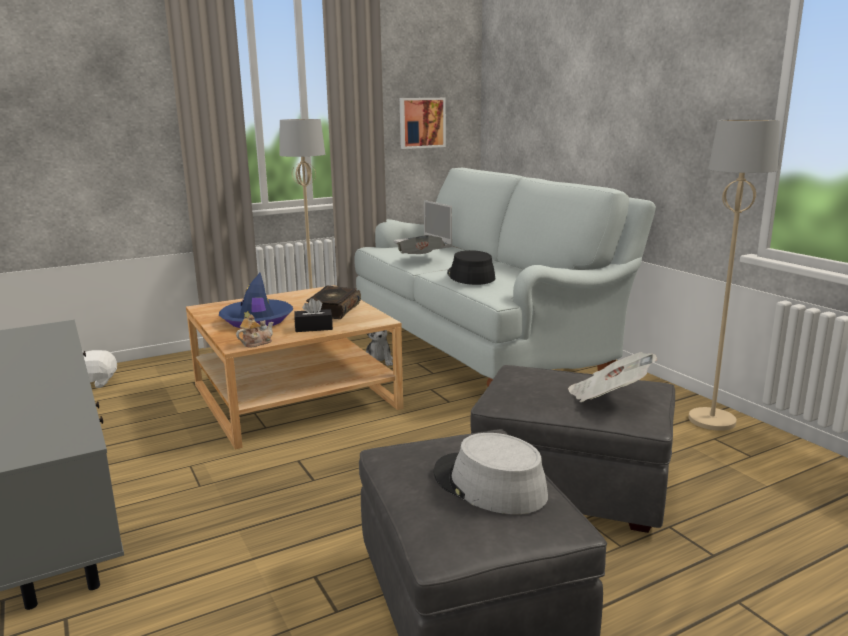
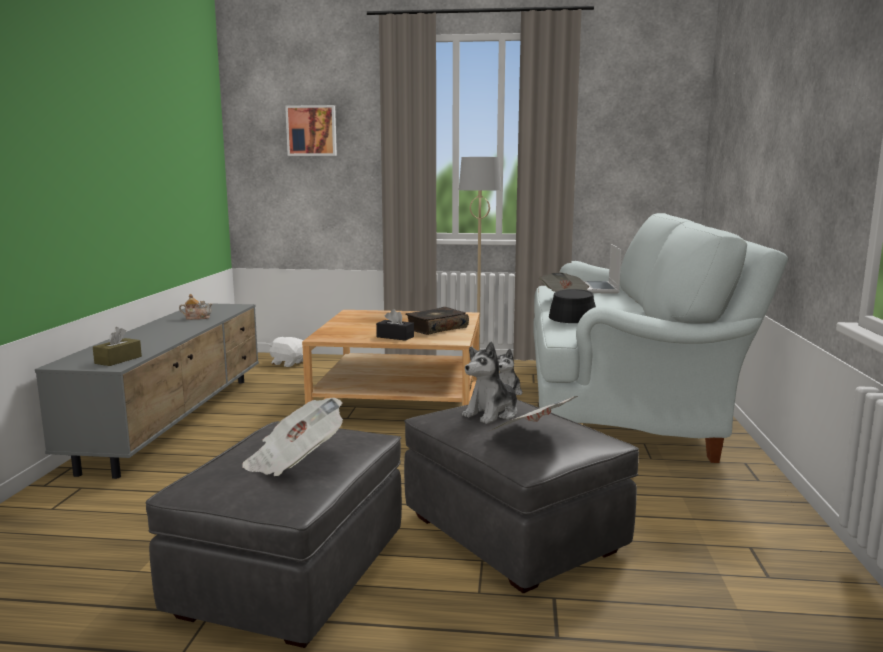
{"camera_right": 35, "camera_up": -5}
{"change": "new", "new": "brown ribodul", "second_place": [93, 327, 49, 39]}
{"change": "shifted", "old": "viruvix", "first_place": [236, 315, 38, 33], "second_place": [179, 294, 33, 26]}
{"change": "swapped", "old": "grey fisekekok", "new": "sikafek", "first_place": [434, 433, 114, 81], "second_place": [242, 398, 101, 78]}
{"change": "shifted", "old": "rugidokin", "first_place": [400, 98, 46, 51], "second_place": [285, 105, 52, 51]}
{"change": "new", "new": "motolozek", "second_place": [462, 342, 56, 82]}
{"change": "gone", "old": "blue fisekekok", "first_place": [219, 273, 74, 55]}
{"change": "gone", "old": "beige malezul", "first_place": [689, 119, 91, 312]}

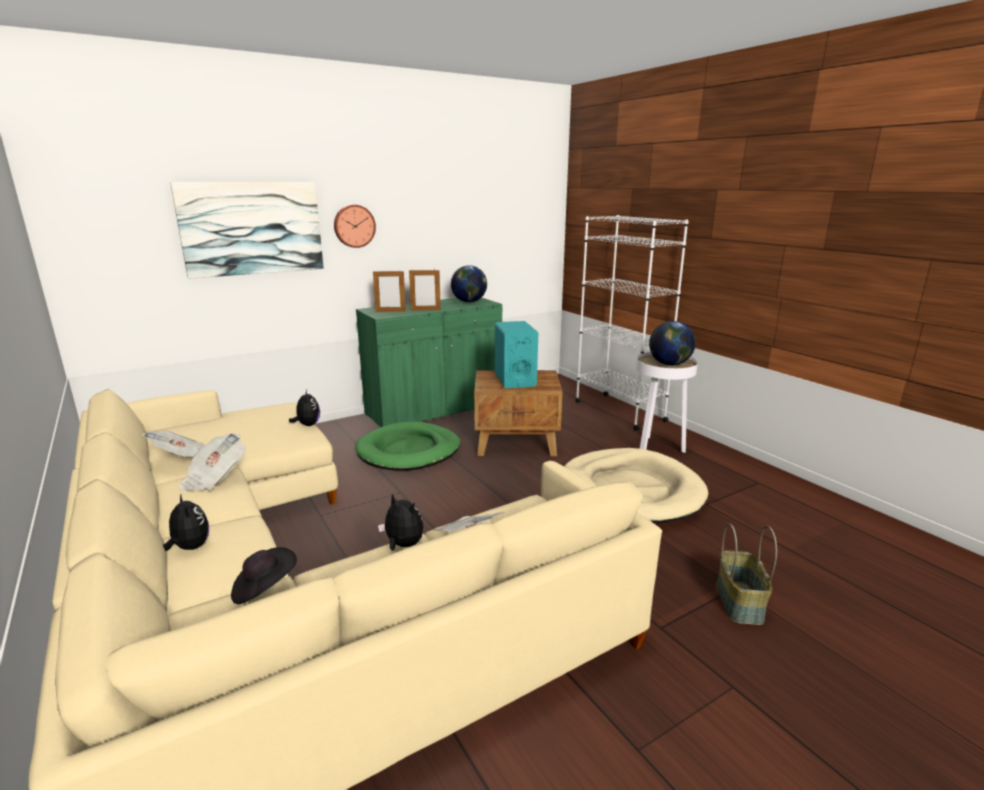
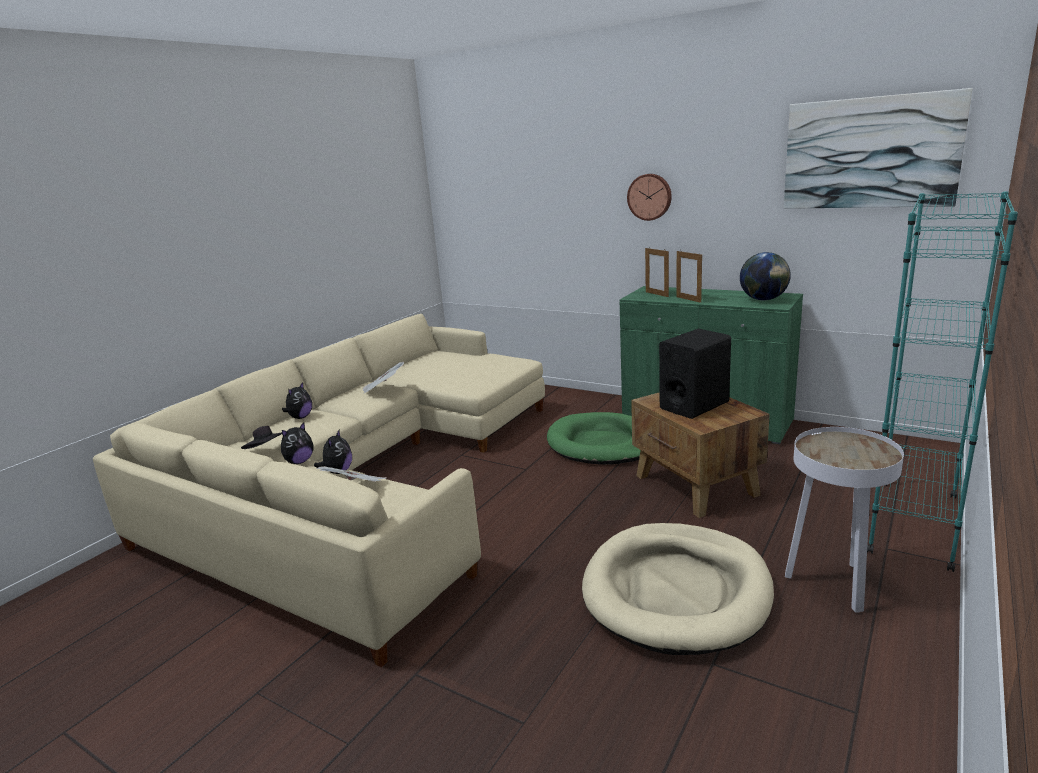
{"camera_right": 65, "camera_up": 0}
{"change": "shifted", "old": "motolozek", "first_place": [289, 390, 31, 36], "second_place": [281, 423, 32, 41]}
{"change": "repainted", "old": "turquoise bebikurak", "new": "black bebikurak", "first_place": [495, 321, 43, 67], "second_place": [659, 329, 72, 90]}
{"change": "shifted", "old": "rugidokin", "first_place": [170, 182, 154, 97], "second_place": [784, 88, 189, 121]}
{"change": "repainted", "old": "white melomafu", "new": "turquoise melomafu", "first_place": [575, 215, 114, 216], "second_place": [867, 191, 151, 381]}
{"change": "gone", "old": "sikafek", "first_place": [142, 431, 63, 26]}
{"change": "gone", "old": "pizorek", "first_place": [649, 321, 47, 44]}
{"change": "gone", "old": "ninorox", "first_place": [717, 523, 60, 102]}

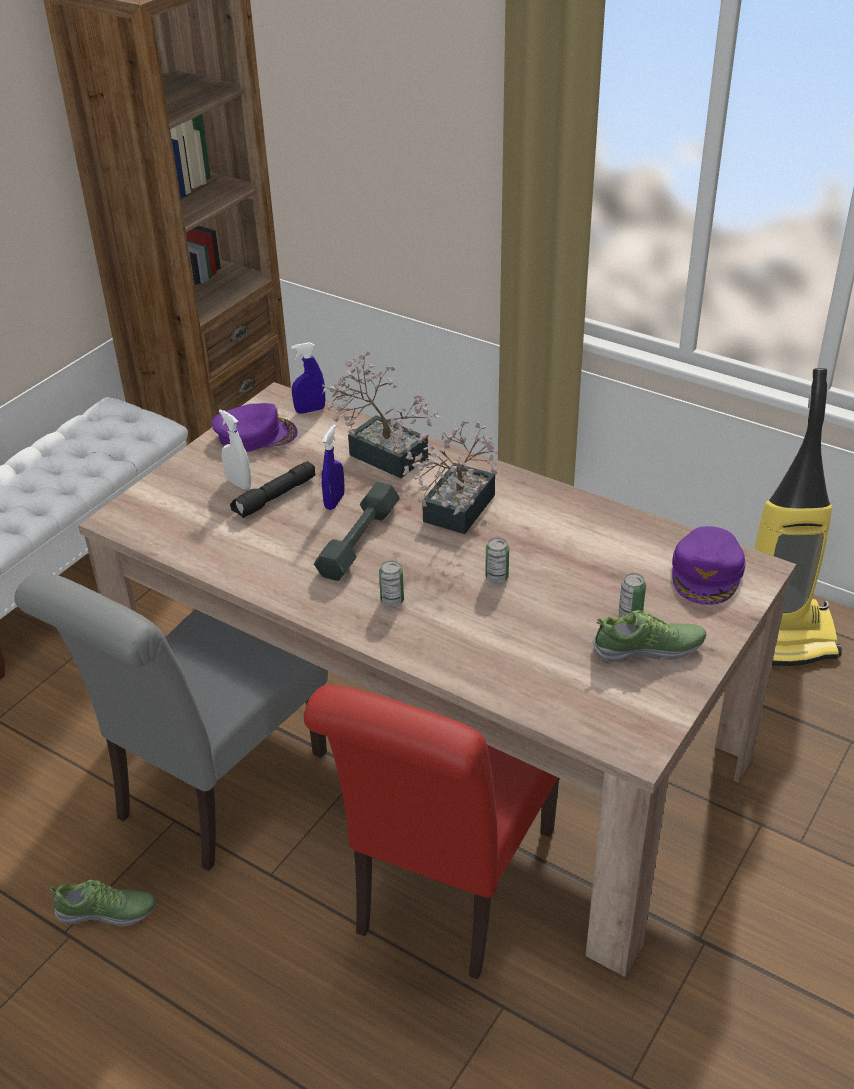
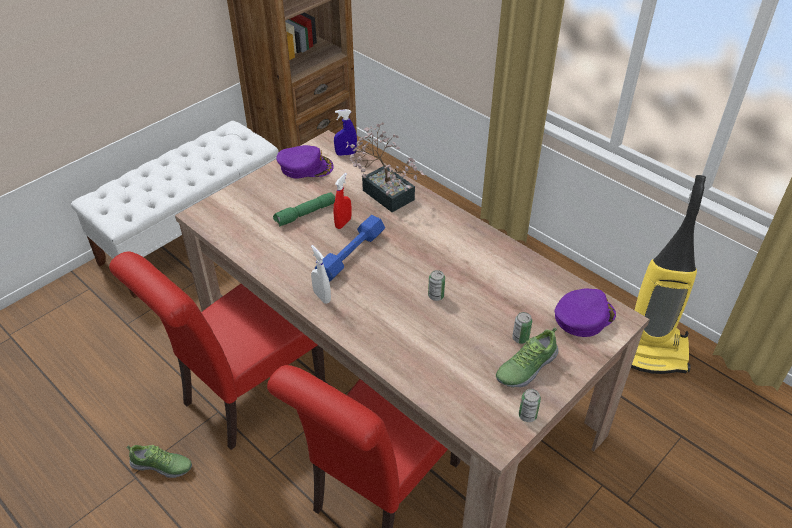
{"camera_right": 10, "camera_up": 5}
{"change": "repainted", "old": "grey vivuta", "new": "red vivuta", "first_place": [14, 572, 314, 299], "second_place": [109, 252, 216, 198]}
{"change": "repainted", "old": "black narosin", "new": "green narosin", "first_place": [230, 461, 85, 57], "second_place": [273, 192, 62, 35]}
{"change": "shifted", "old": "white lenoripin", "first_place": [219, 409, 32, 81], "second_place": [311, 245, 20, 59]}
{"change": "repainted", "old": "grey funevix", "new": "blue funevix", "first_place": [314, 482, 86, 99], "second_place": [315, 215, 70, 67]}
{"change": "repainted", "old": "blue lenoripin", "new": "red lenoripin", "first_place": [322, 425, 23, 85], "second_place": [333, 173, 19, 56]}
{"change": "rotated", "old": "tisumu", "first_place": [592, 610, 114, 53], "second_place": [496, 328, 63, 60], "degrees": 135}
{"change": "shifted", "old": "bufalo", "first_place": [379, 560, 25, 47], "second_place": [519, 389, 22, 33]}
{"change": "rotated", "old": "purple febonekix", "first_place": [672, 526, 73, 79], "second_place": [555, 288, 61, 49], "degrees": -150}
{"change": "gone", "old": "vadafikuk", "first_place": [403, 421, 95, 113]}

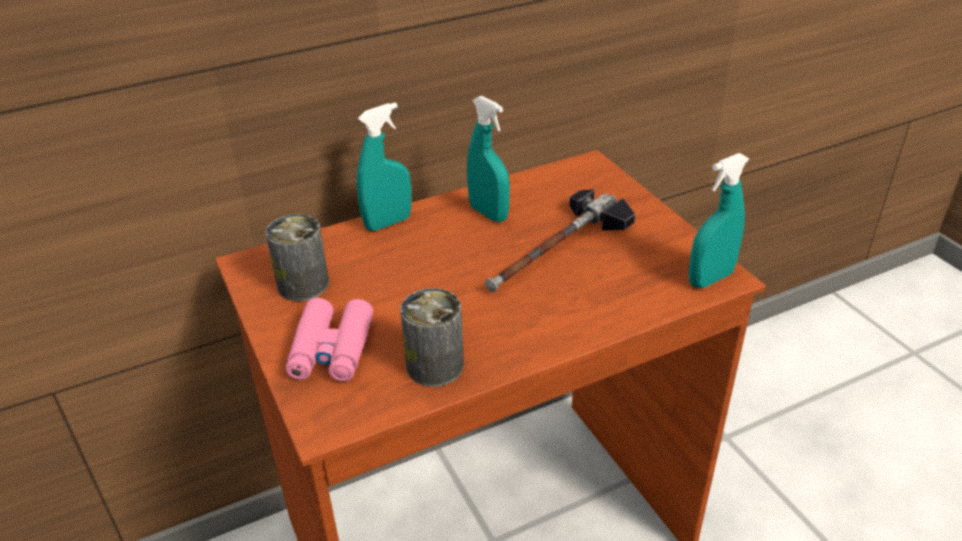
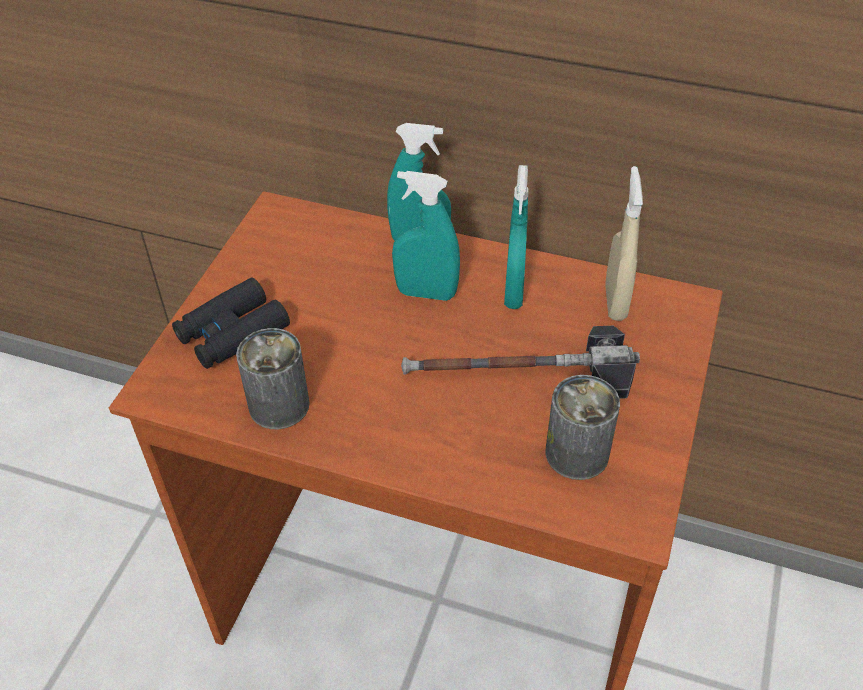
{"camera_right": 45, "camera_up": 10}
{"change": "repainted", "old": "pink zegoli", "new": "black zegoli", "first_place": [285, 298, 88, 84], "second_place": [172, 277, 118, 92]}
{"change": "shifted", "old": "turquoise lenoripin", "first_place": [689, 153, 60, 135], "second_place": [392, 171, 68, 130]}
{"change": "shifted", "old": "bufalo", "first_place": [266, 214, 63, 88], "second_place": [546, 375, 74, 105]}
{"change": "new", "new": "beige lenoripin", "second_place": [605, 166, 38, 155]}

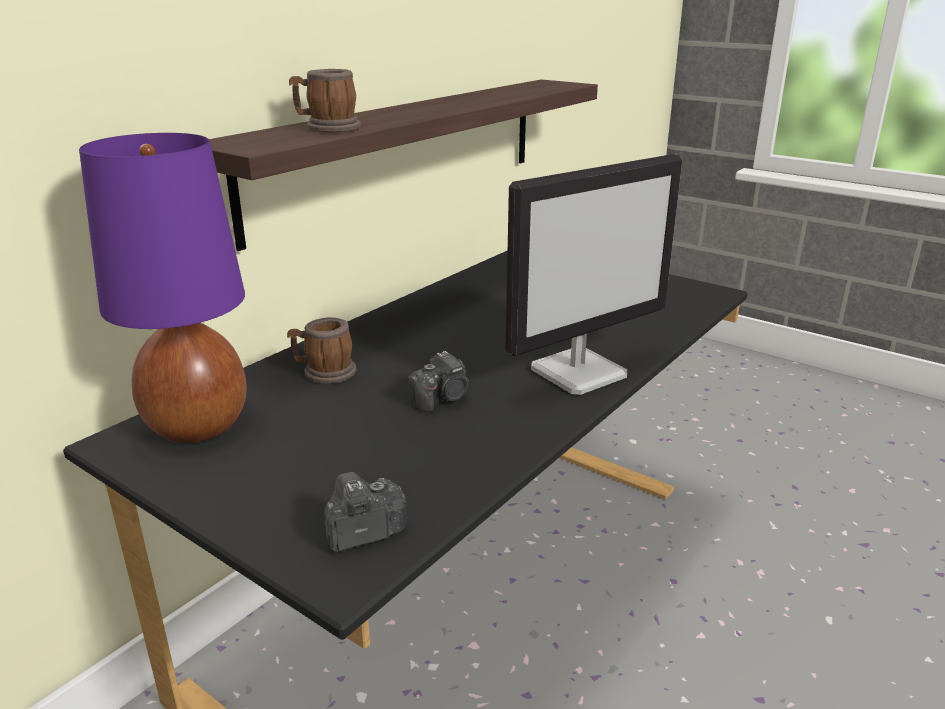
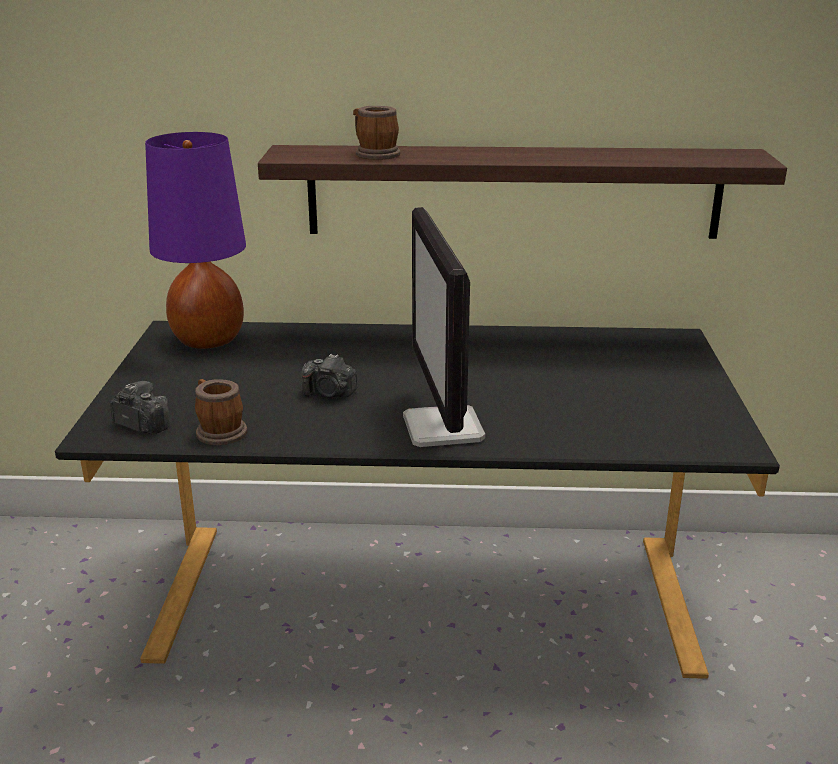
{"camera_right": 55, "camera_up": 0}
{"change": "shifted", "old": "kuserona", "first_place": [287, 317, 70, 67], "second_place": [195, 379, 52, 66]}
{"change": "rotated", "old": "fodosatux", "first_place": [505, 154, 177, 241], "second_place": [403, 207, 82, 240], "degrees": 60}

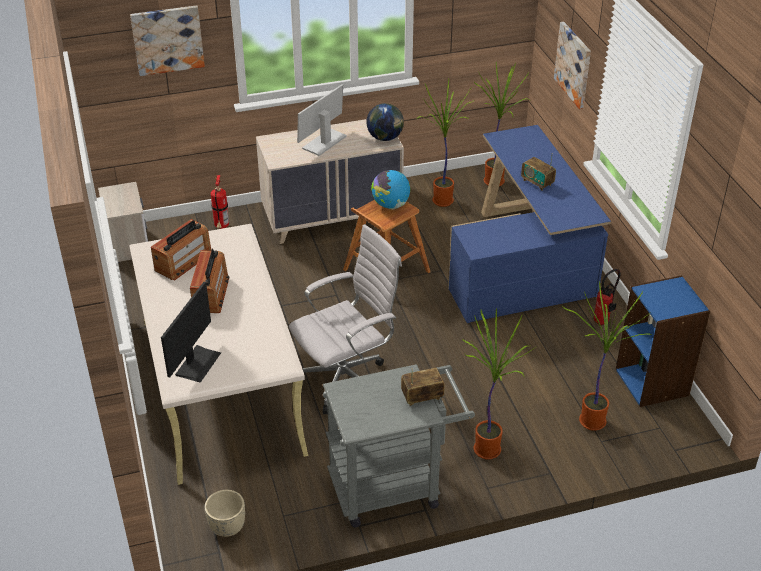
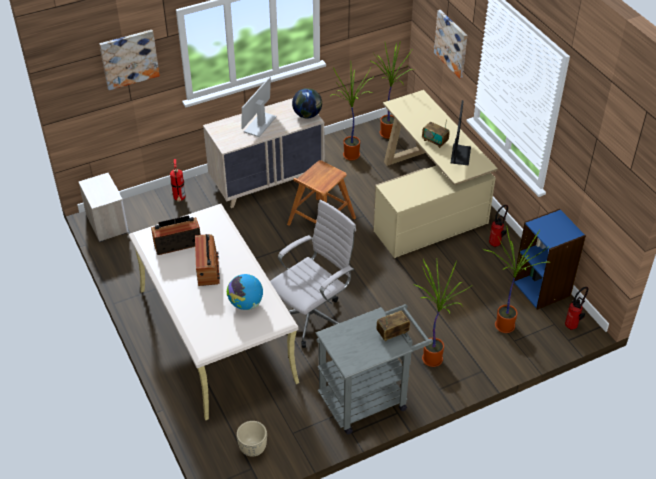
{"camera_right": -10, "camera_up": 5}
{"change": "rotated", "old": "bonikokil", "first_place": [151, 219, 60, 62], "second_place": [151, 215, 50, 40], "degrees": -135}
{"change": "shifted", "old": "pizorek", "first_place": [371, 170, 39, 39], "second_place": [227, 274, 36, 36]}
{"change": "repainted", "old": "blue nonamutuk", "new": "beige nonamutuk", "first_place": [448, 125, 163, 198], "second_place": [373, 90, 125, 168]}
{"change": "shifted", "old": "fodosatux", "first_place": [161, 282, 60, 101], "second_place": [451, 100, 20, 66]}
{"change": "new", "new": "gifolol", "second_place": [565, 287, 23, 43]}

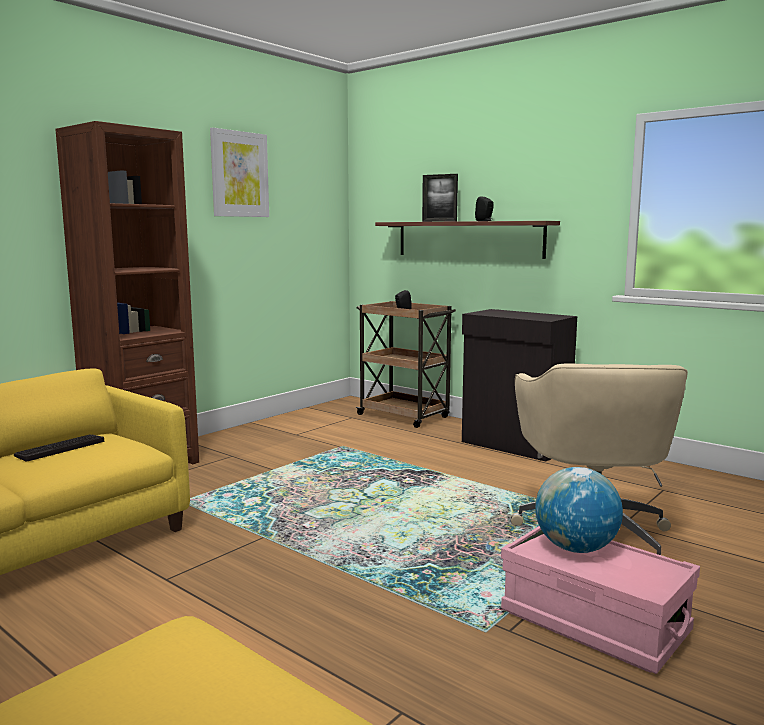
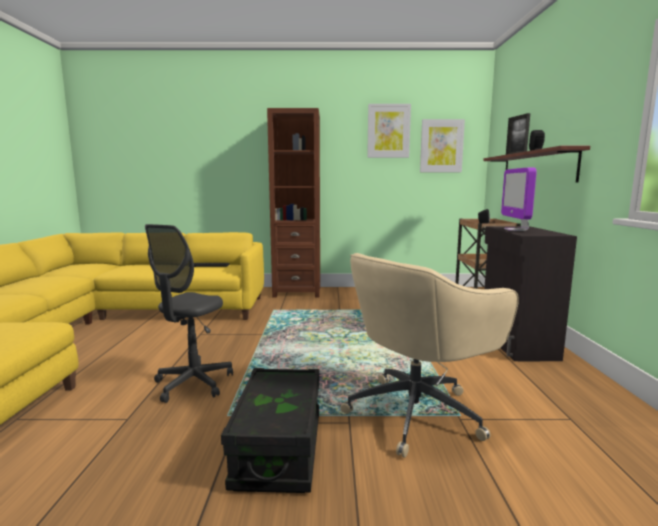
{"camera_right": 50, "camera_up": 0}
{"change": "new", "new": "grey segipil", "second_place": [145, 224, 88, 179]}
{"change": "repainted", "old": "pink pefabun", "new": "black pefabun", "first_place": [501, 526, 199, 148], "second_place": [221, 368, 98, 125]}
{"change": "new", "new": "rugidokin", "second_place": [420, 119, 45, 53]}
{"change": "new", "new": "fodosatux", "second_place": [501, 168, 36, 63]}
{"change": "gone", "old": "pizorek", "first_place": [535, 467, 88, 86]}

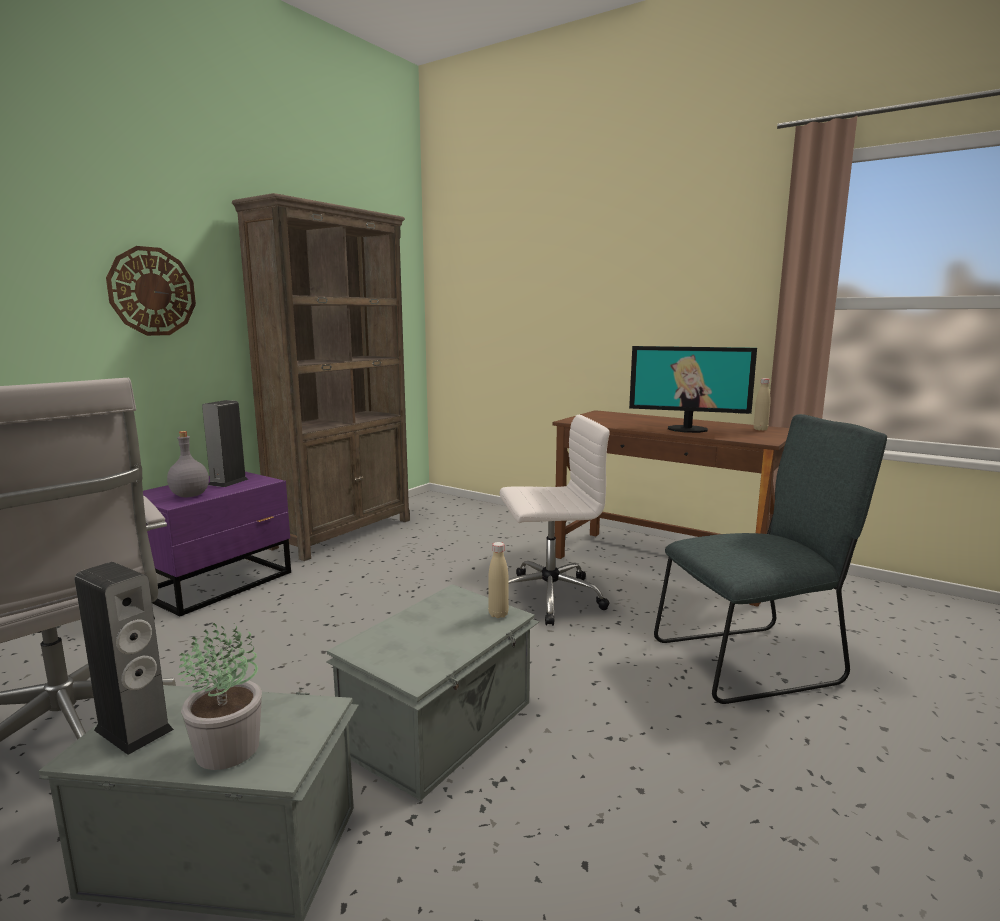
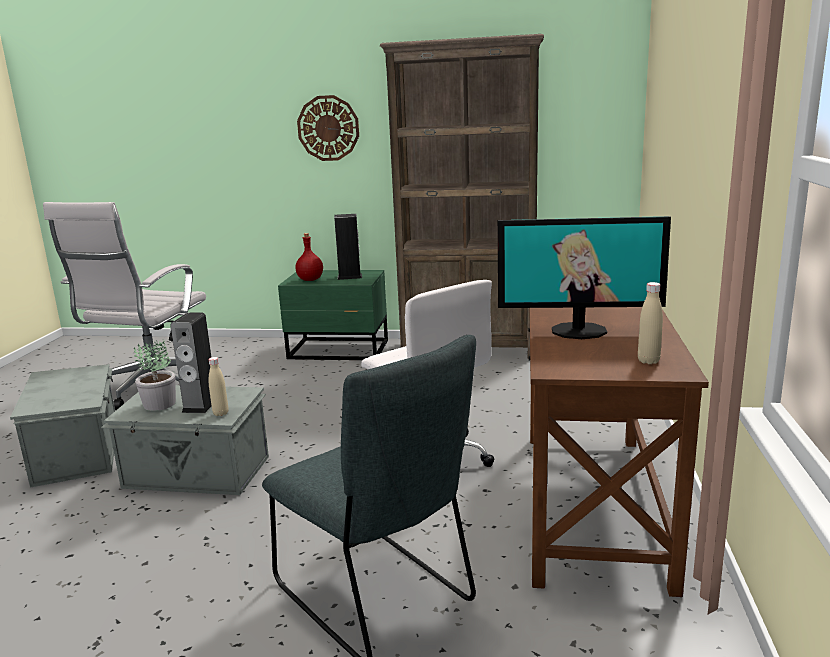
{"camera_right": 65, "camera_up": 5}
{"change": "shifted", "old": "vadafikuk", "first_place": [178, 623, 84, 147], "second_place": [134, 340, 42, 71]}
{"change": "shifted", "old": "bebikurak", "first_place": [75, 562, 99, 193], "second_place": [170, 312, 42, 101]}
{"change": "repainted", "old": "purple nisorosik", "new": "green nisorosik", "first_place": [143, 472, 148, 145], "second_place": [278, 270, 110, 90]}
{"change": "repainted", "old": "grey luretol", "new": "red luretol", "first_place": [167, 431, 42, 66], "second_place": [296, 233, 27, 48]}
{"change": "rotated", "old": "fodosatux", "first_place": [629, 346, 128, 87], "second_place": [498, 216, 173, 123], "degrees": -75}

